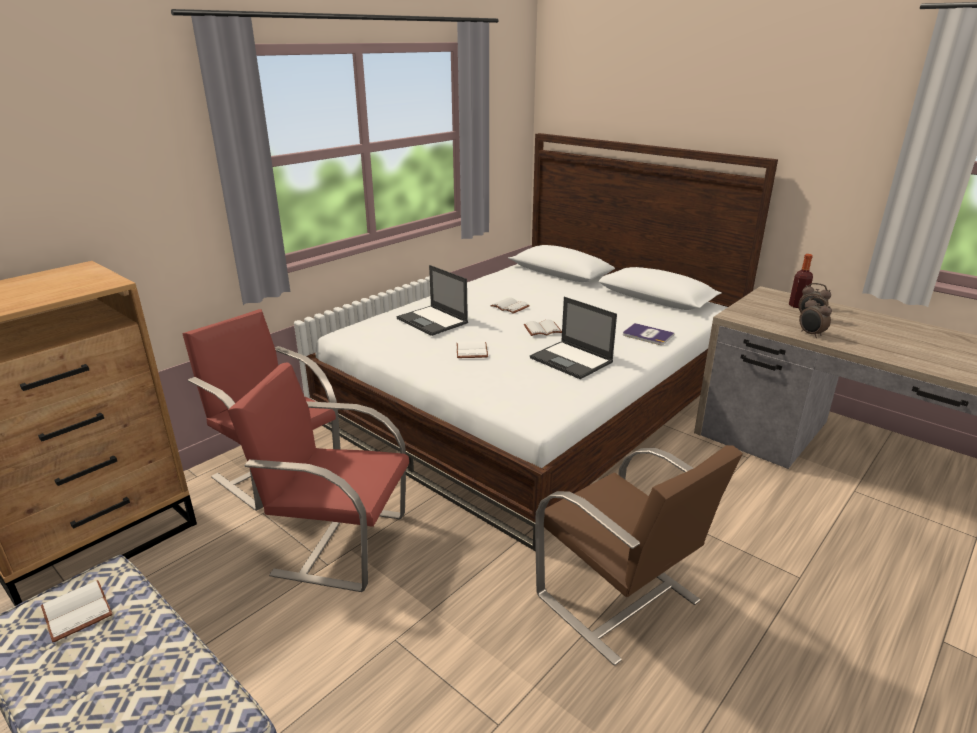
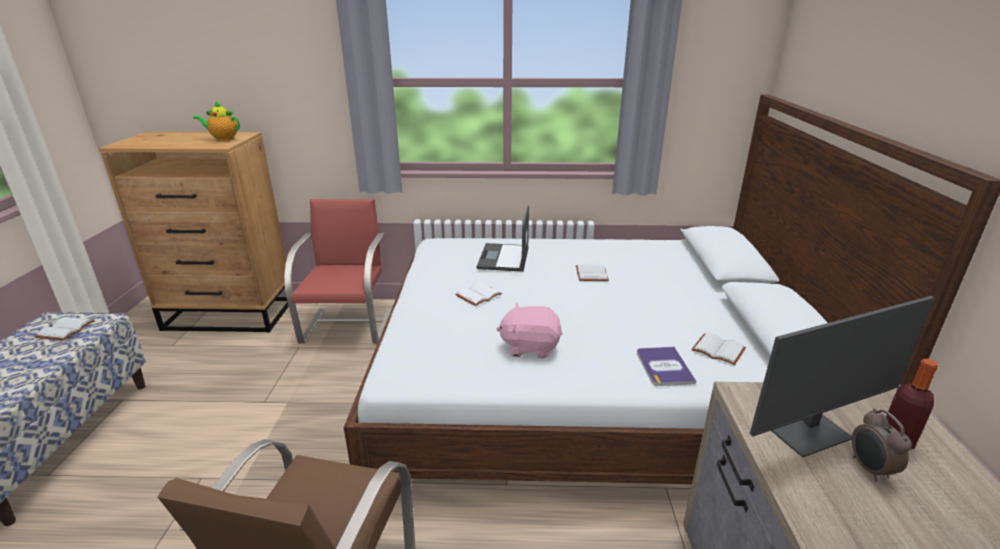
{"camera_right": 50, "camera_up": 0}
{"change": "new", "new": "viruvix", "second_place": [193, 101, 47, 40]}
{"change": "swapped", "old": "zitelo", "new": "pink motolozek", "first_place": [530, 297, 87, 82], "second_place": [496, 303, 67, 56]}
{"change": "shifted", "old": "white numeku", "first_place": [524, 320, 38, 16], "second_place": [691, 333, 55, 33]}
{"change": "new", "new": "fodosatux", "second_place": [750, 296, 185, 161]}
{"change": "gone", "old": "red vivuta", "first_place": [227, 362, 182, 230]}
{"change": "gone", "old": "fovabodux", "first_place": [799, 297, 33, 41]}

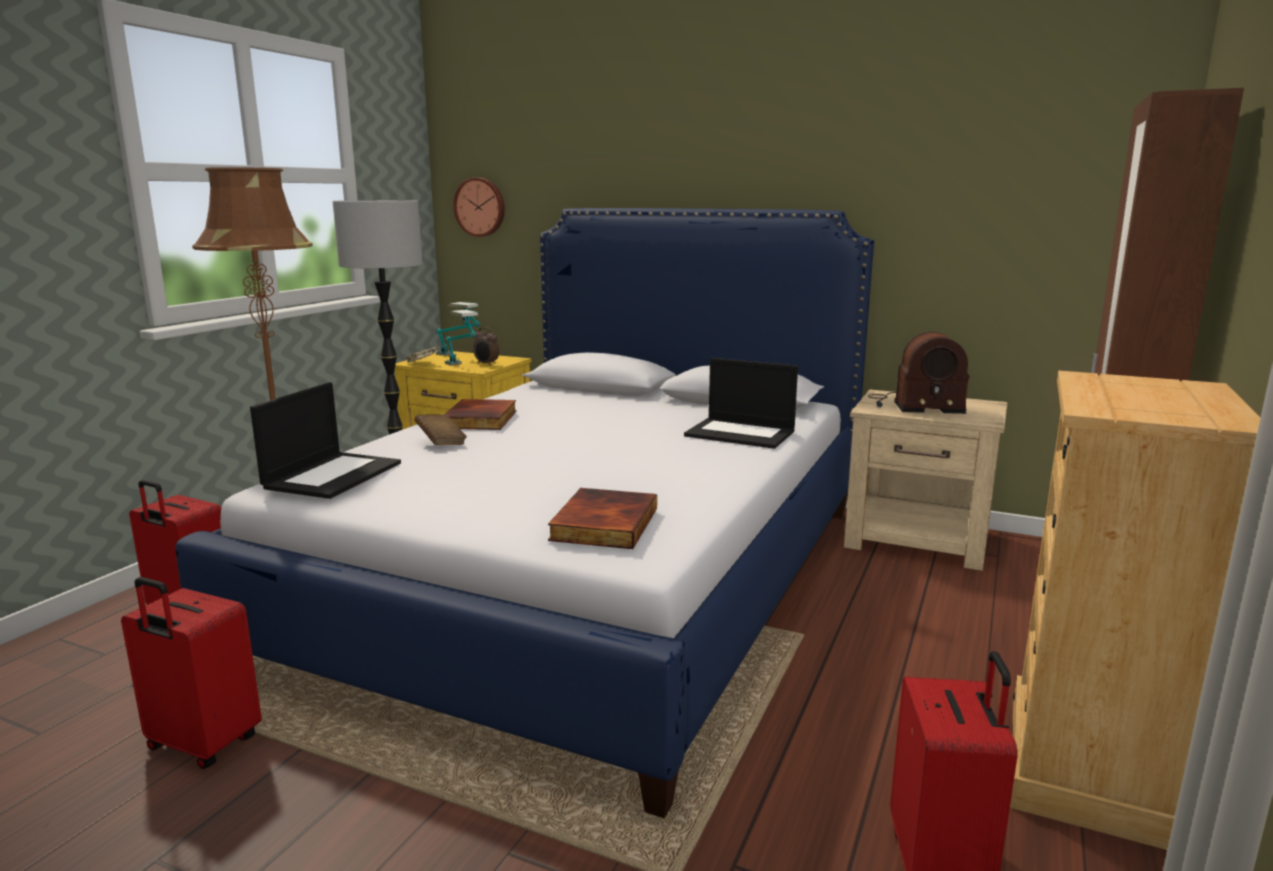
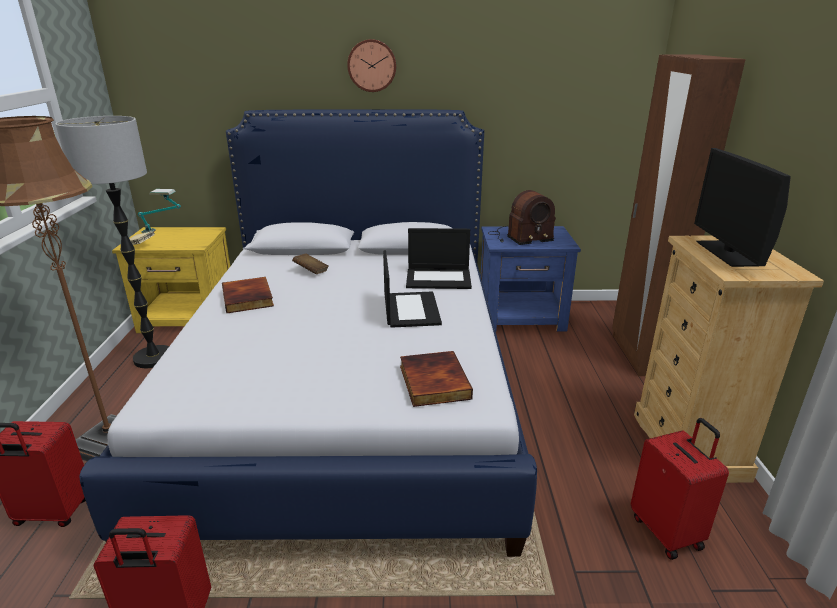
{"camera_right": -25, "camera_up": 10}
{"change": "shifted", "old": "brown numeku", "first_place": [415, 414, 52, 31], "second_place": [292, 253, 37, 21]}
{"change": "shifted", "old": "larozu", "first_place": [453, 178, 52, 59], "second_place": [347, 39, 49, 53]}
{"change": "shifted", "old": "zitelo", "first_place": [250, 382, 151, 117], "second_place": [383, 250, 59, 78]}
{"change": "repainted", "old": "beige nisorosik", "new": "blue nisorosik", "first_place": [844, 389, 164, 182], "second_place": [481, 226, 100, 106]}
{"change": "new", "new": "fodosatux", "second_place": [694, 148, 97, 119]}
{"change": "gone", "old": "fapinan", "first_place": [445, 310, 33, 56]}
{"change": "gone", "old": "fovabodux", "first_place": [473, 327, 26, 39]}

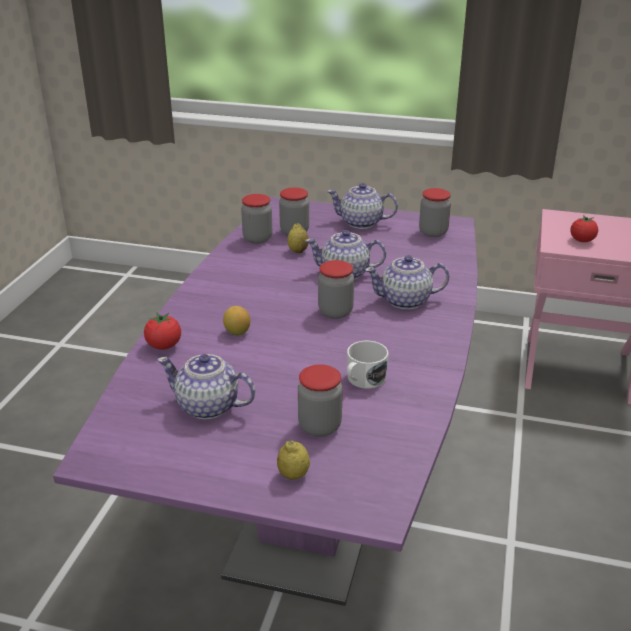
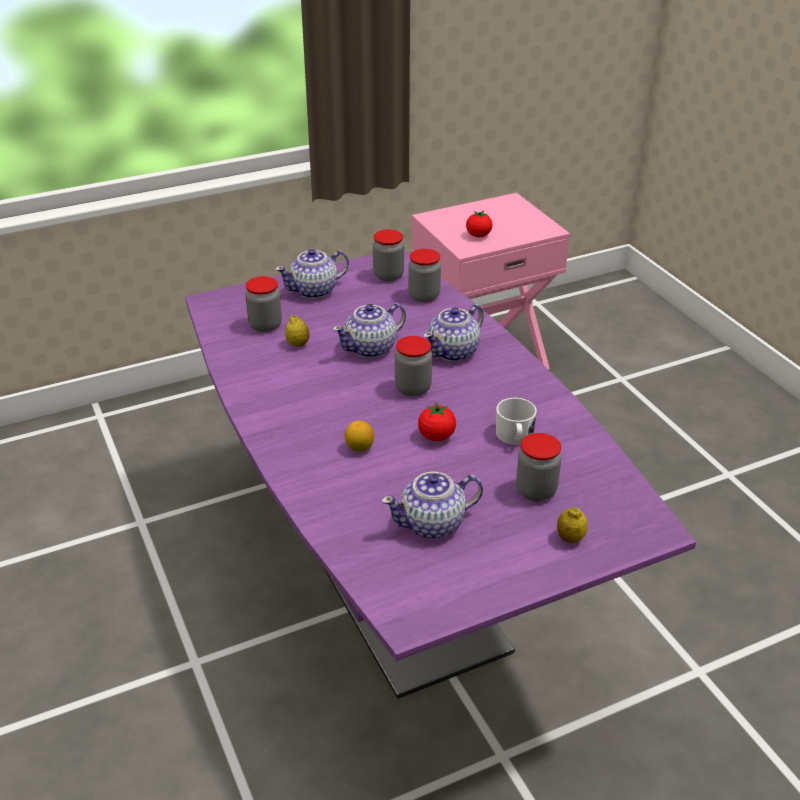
{"camera_right": -40, "camera_up": 5}
{"change": "shifted", "old": "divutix", "first_place": [241, 194, 31, 50], "second_place": [408, 249, 33, 53]}
{"change": "shifted", "old": "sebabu", "first_place": [144, 313, 37, 37], "second_place": [418, 402, 38, 39]}

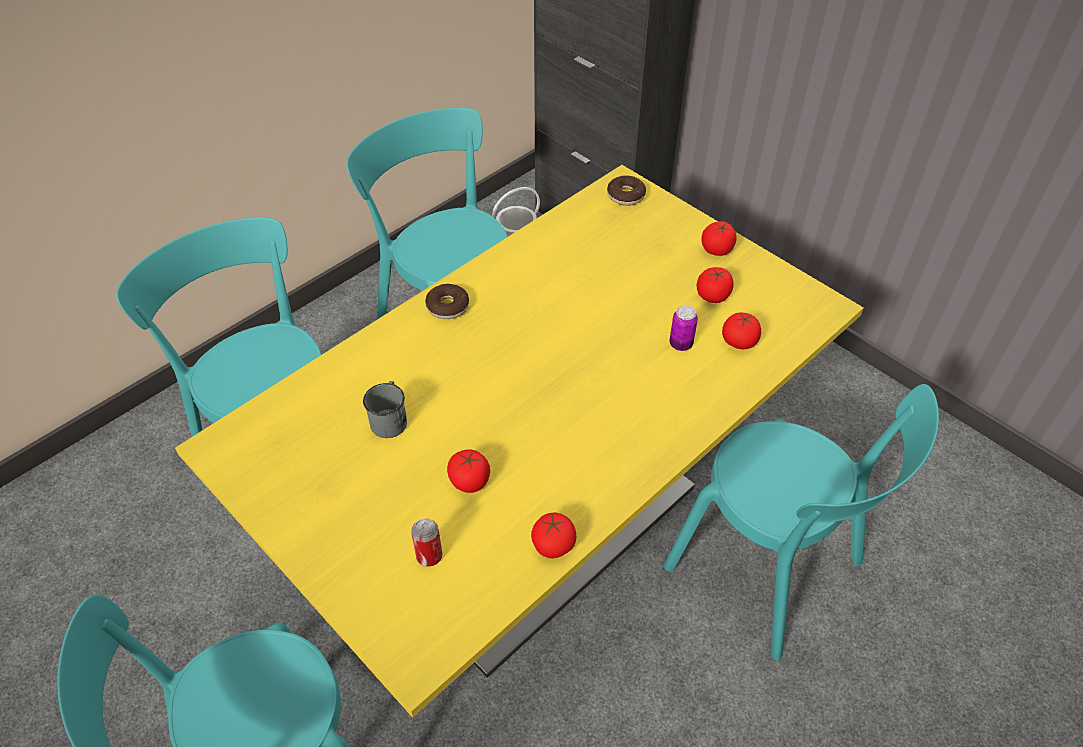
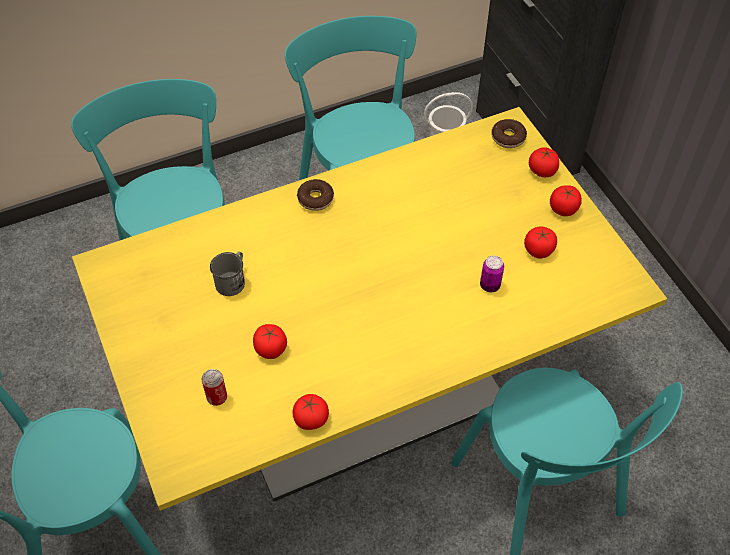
{"camera_right": 20, "camera_up": 5}
{"change": "shifted", "old": "sebabu", "first_place": [722, 313, 39, 36], "second_place": [529, 147, 30, 30]}

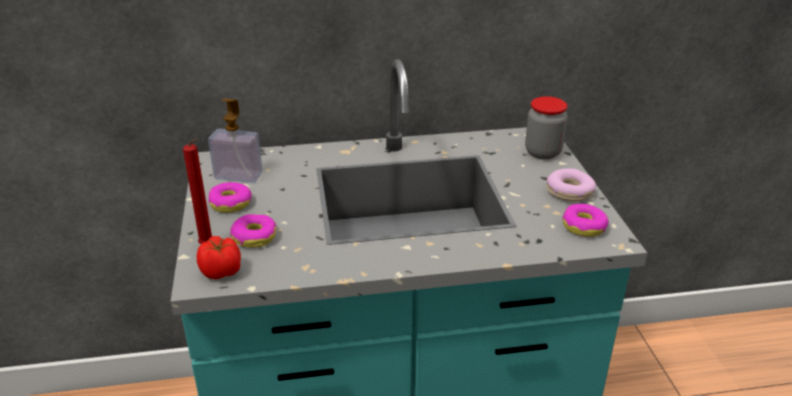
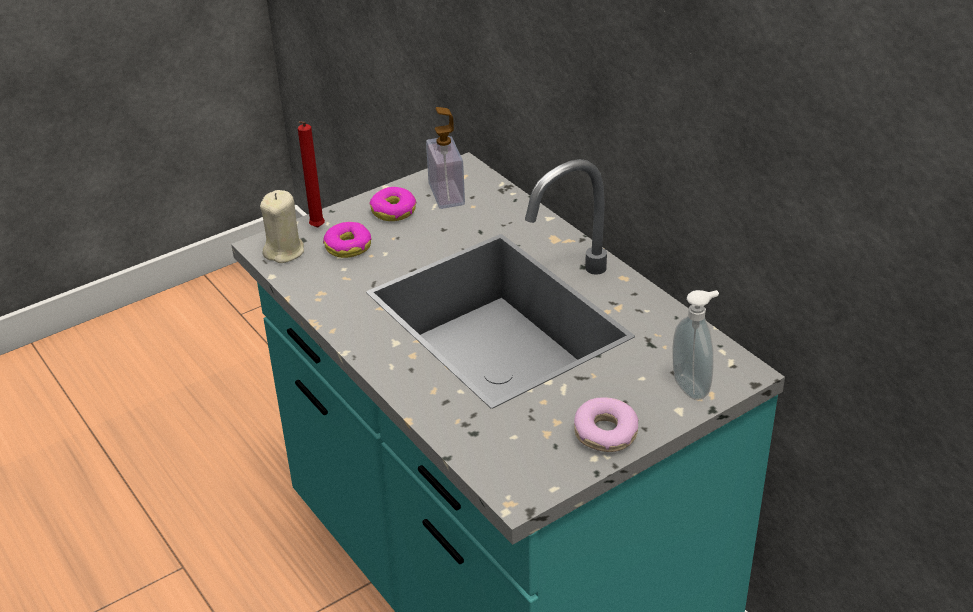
{"camera_right": 65, "camera_up": 5}
{"change": "swapped", "old": "sebabu", "new": "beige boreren", "first_place": [197, 236, 44, 43], "second_place": [260, 190, 44, 73]}
{"change": "swapped", "old": "divutix", "new": "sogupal", "first_place": [525, 96, 43, 63], "second_place": [672, 290, 47, 110]}
{"change": "gone", "old": "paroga", "first_place": [562, 204, 47, 33]}

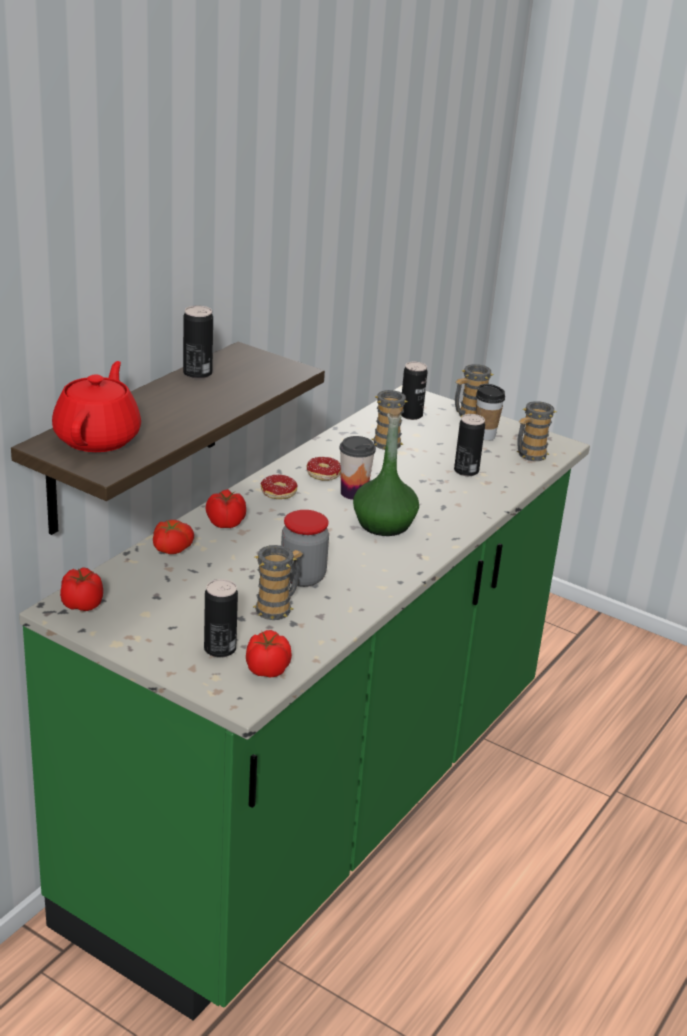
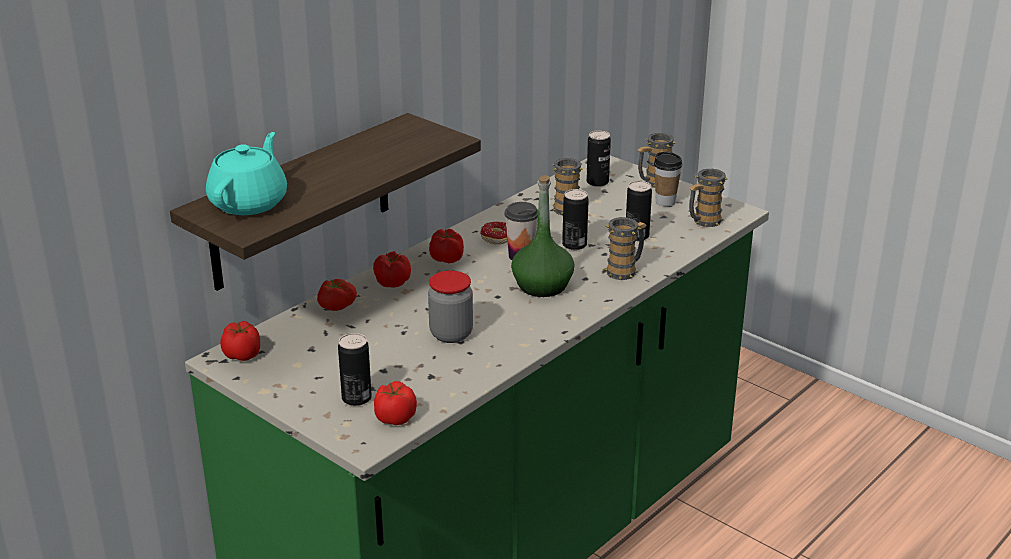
{"camera_right": 10, "camera_up": 0}
{"change": "repainted", "old": "red viruvix", "new": "turquoise viruvix", "first_place": [52, 361, 89, 91], "second_place": [206, 132, 81, 83]}
{"change": "swapped", "old": "paroga", "new": "sebabu", "first_place": [261, 475, 37, 24], "second_place": [429, 229, 35, 34]}
{"change": "shifted", "old": "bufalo", "first_place": [183, 306, 30, 73], "second_place": [562, 189, 27, 61]}
{"change": "shifted", "old": "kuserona", "first_place": [253, 545, 50, 75], "second_place": [604, 217, 42, 63]}

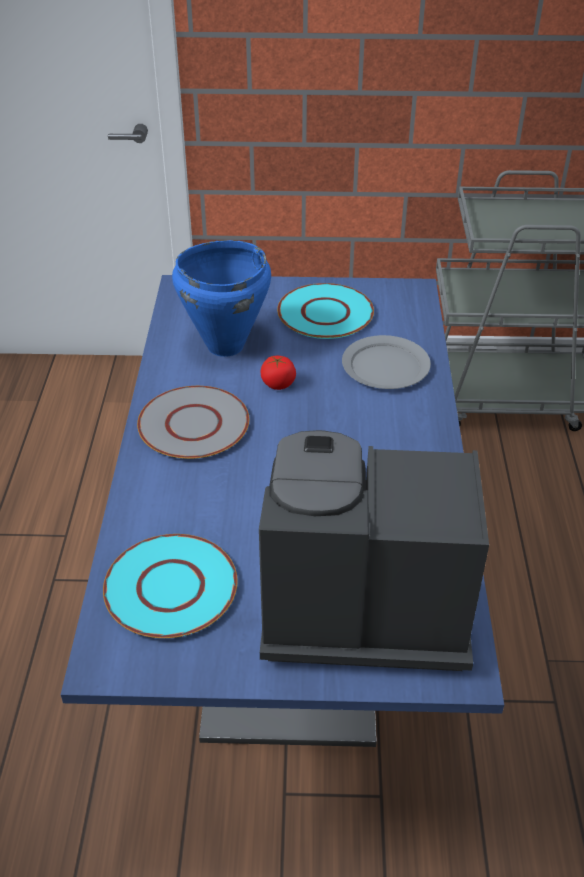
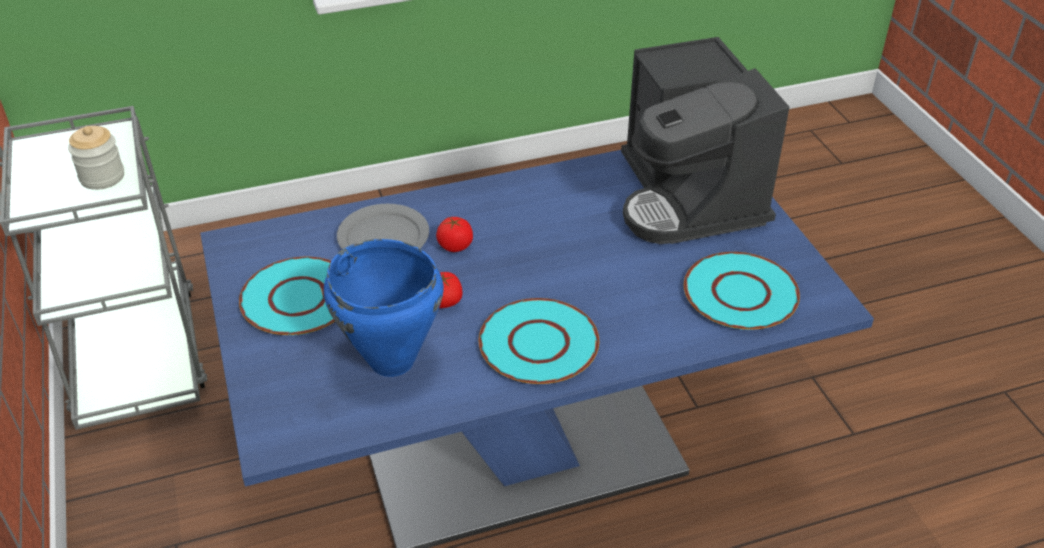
{"camera_right": -110, "camera_up": 0}
{"change": "new", "new": "divutix", "second_place": [68, 126, 56, 64]}
{"change": "new", "new": "sebabu", "second_place": [436, 217, 37, 35]}
{"change": "repainted", "old": "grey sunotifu", "new": "turquoise sunotifu", "first_place": [137, 386, 112, 73], "second_place": [479, 298, 120, 86]}

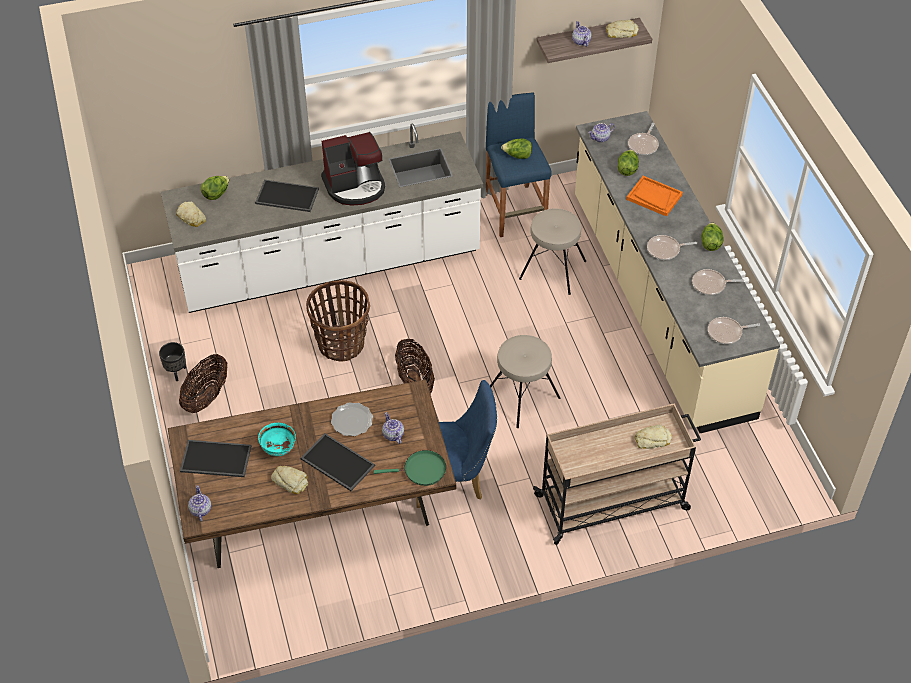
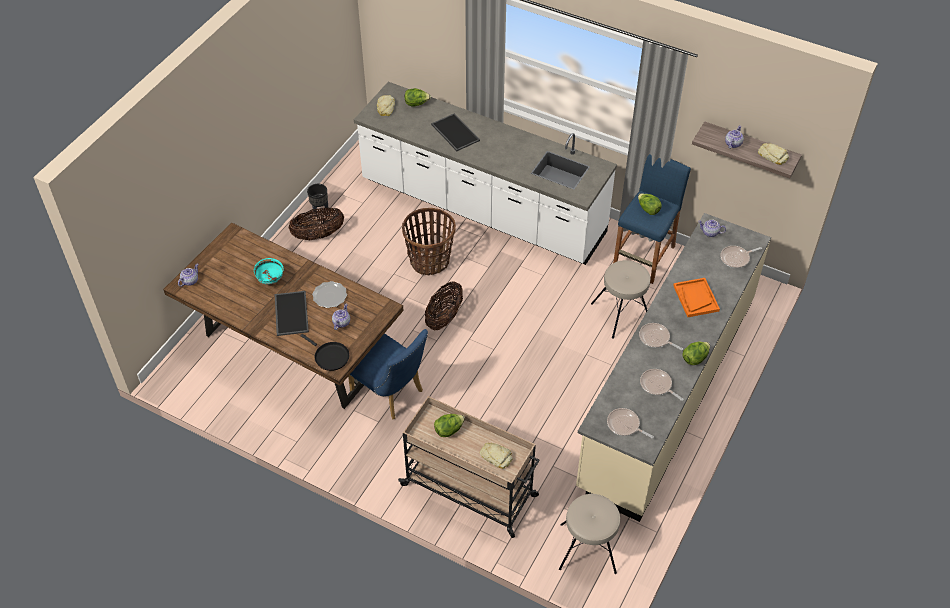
{"camera_right": 45, "camera_up": 0}
{"change": "repainted", "old": "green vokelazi", "new": "black vokelazi", "first_place": [374, 450, 72, 36], "second_place": [300, 334, 50, 37]}
{"change": "shifted", "old": "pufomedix", "first_place": [618, 149, 21, 27], "second_place": [434, 414, 31, 23]}
{"change": "shifted", "old": "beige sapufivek", "first_place": [490, 335, 70, 93], "second_place": [559, 494, 61, 80]}
{"change": "gone", "old": "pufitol", "first_place": [180, 440, 71, 37]}
{"change": "gone", "old": "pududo", "first_place": [271, 466, 37, 28]}
{"change": "gone", "old": "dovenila", "first_place": [321, 132, 64, 73]}

